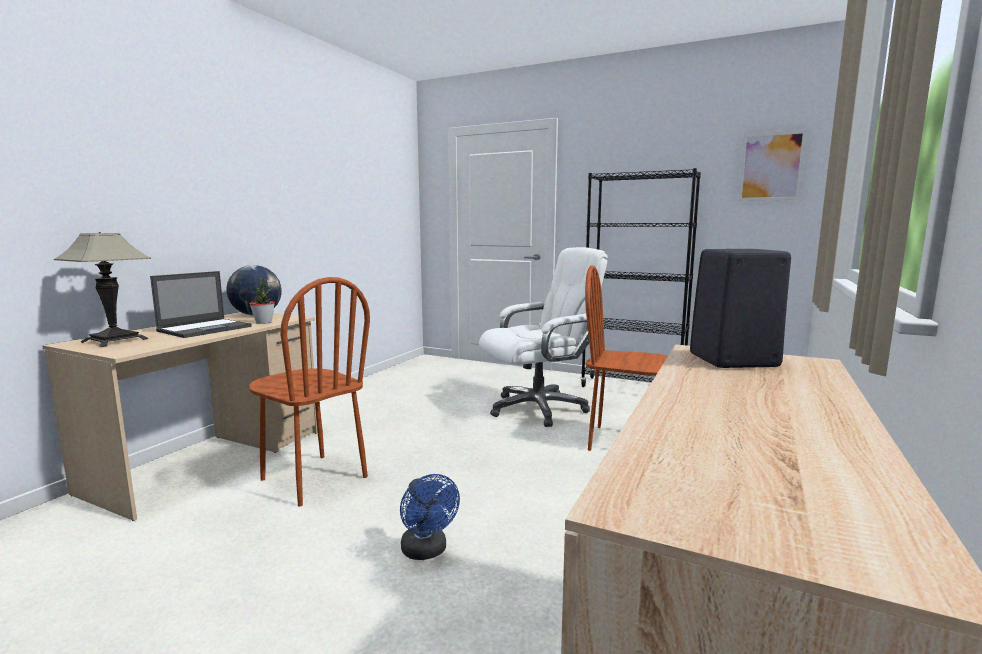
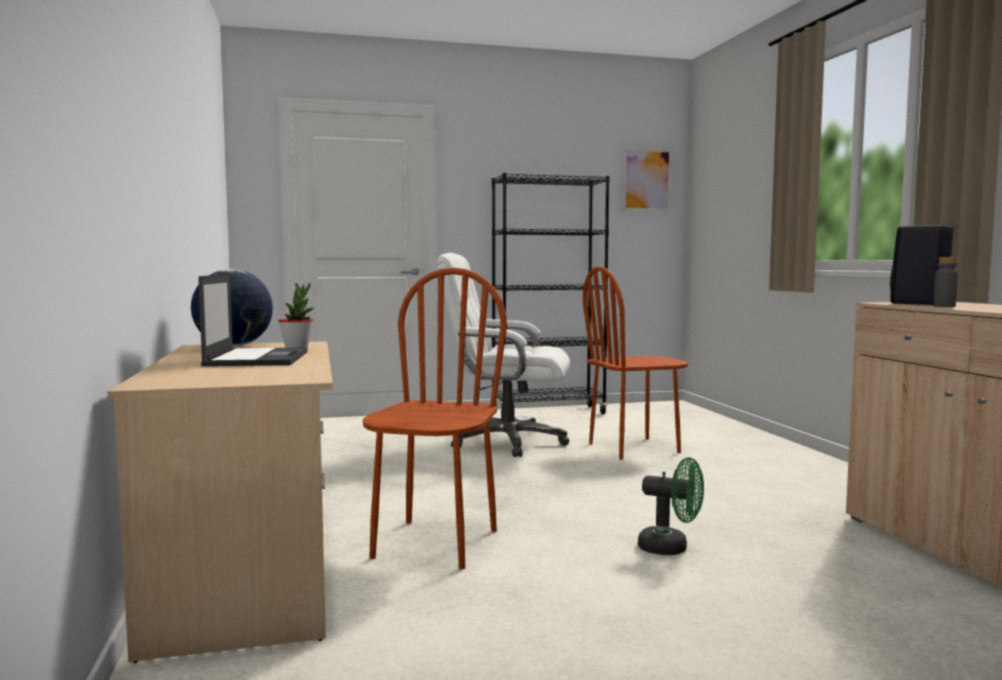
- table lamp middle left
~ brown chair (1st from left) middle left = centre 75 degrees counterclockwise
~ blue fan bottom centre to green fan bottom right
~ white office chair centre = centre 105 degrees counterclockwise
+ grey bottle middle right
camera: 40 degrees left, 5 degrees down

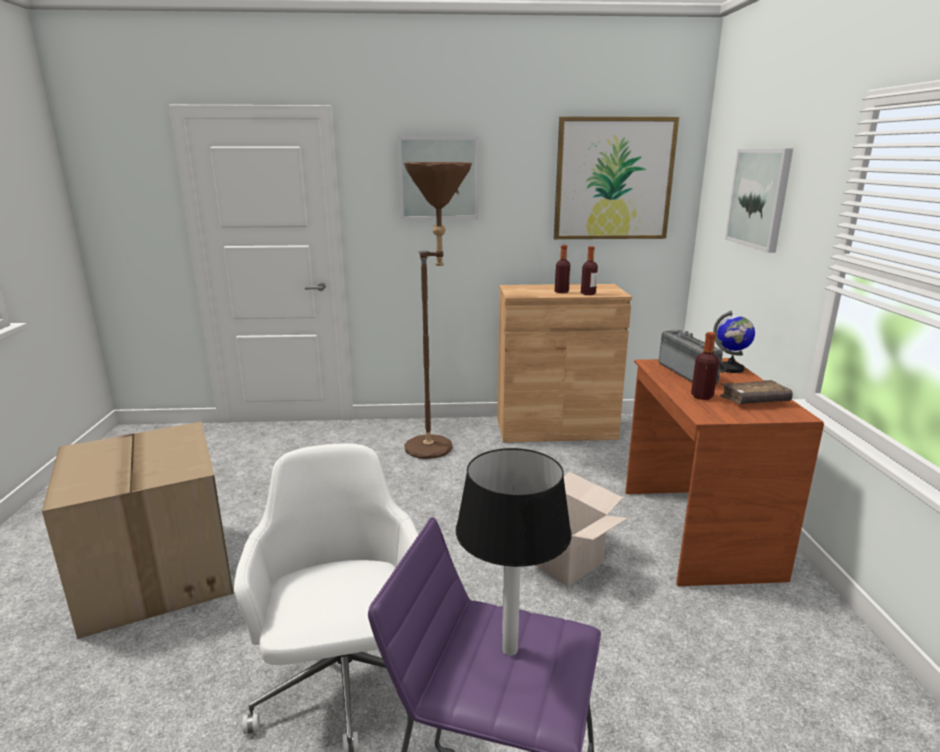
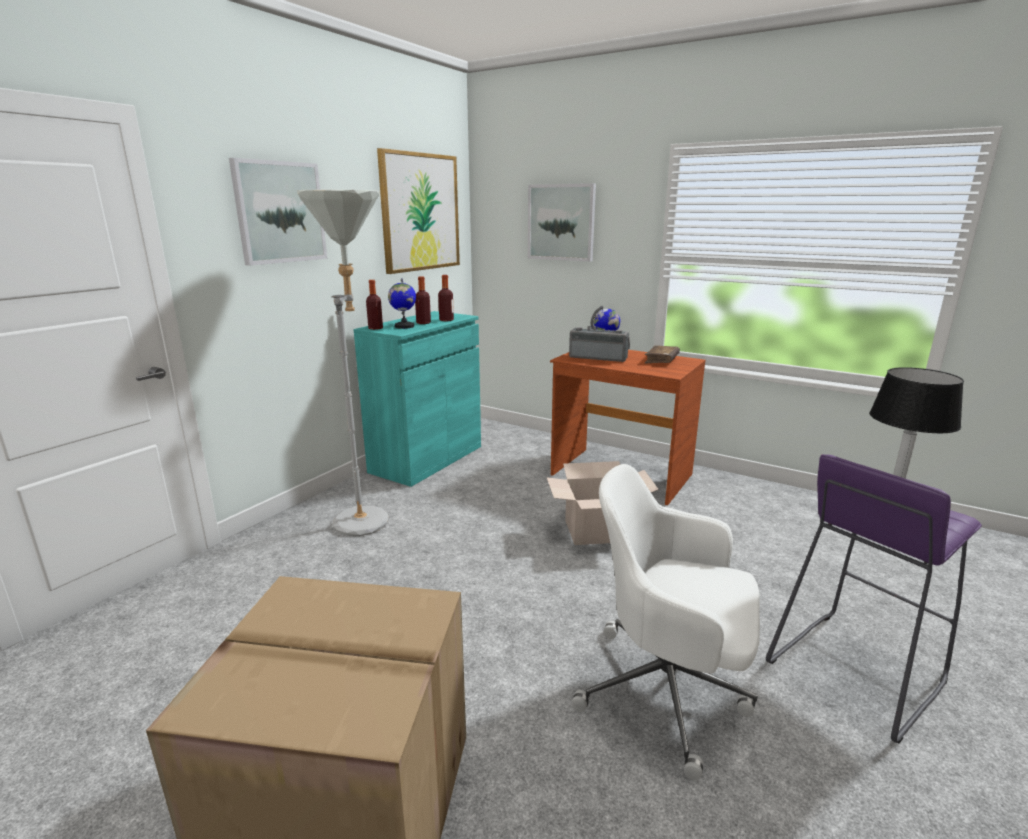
~ brown floor lamp centre to grey floor lamp centre
~ brown cabinet centre to turquoise cabinet centre
~ bottle (3rd from left in the first image) middle right to bottle (1st from left) centre
+ globe (1st from left) centre
camera: 55 degrees left, 0 degrees up

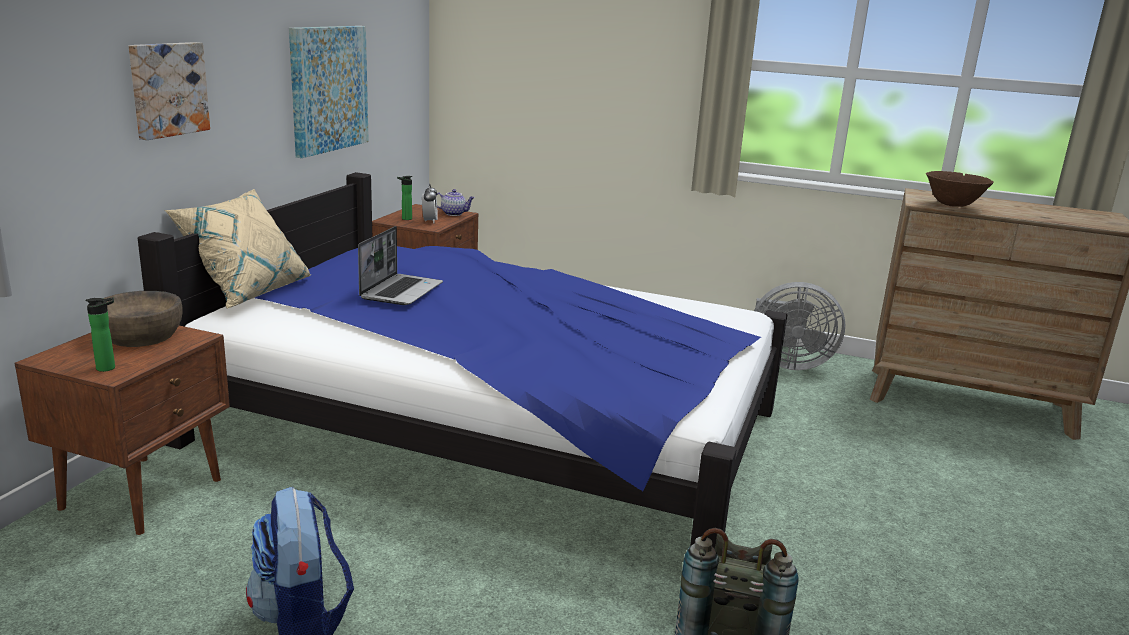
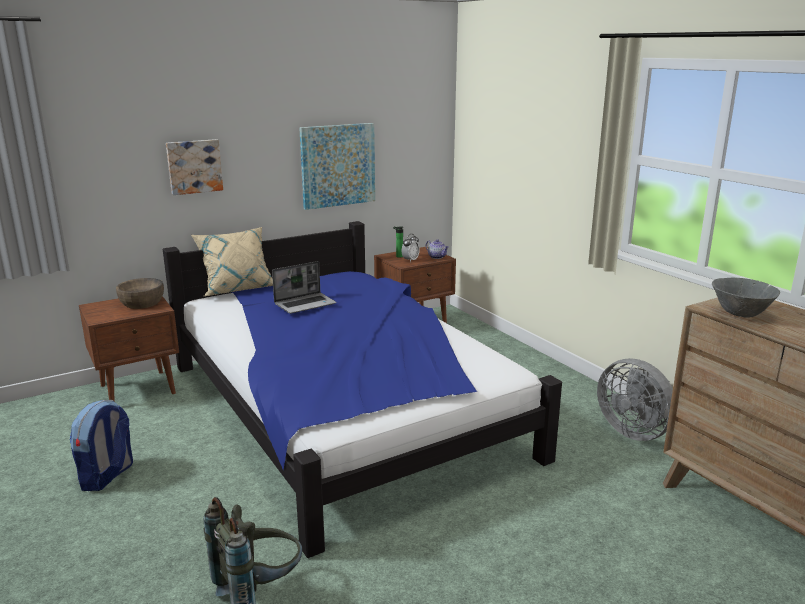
- bottle (1st from left) middle left
~ brown bowl (2nd from left) top right to grey bowl middle right
camera: 40 degrees right, 0 degrees up

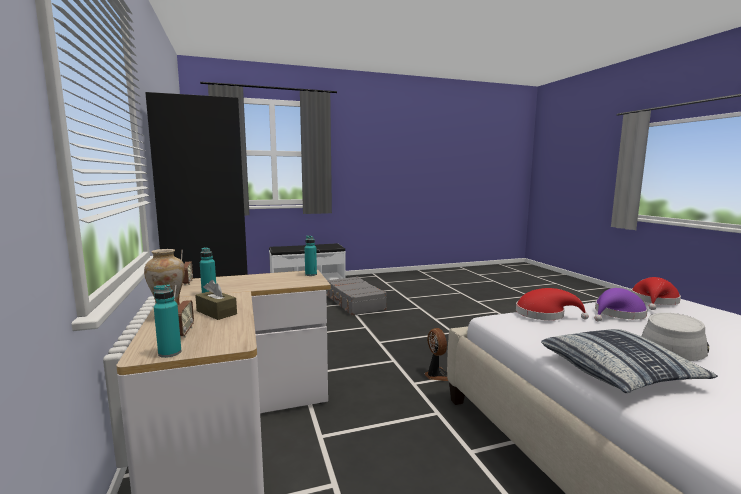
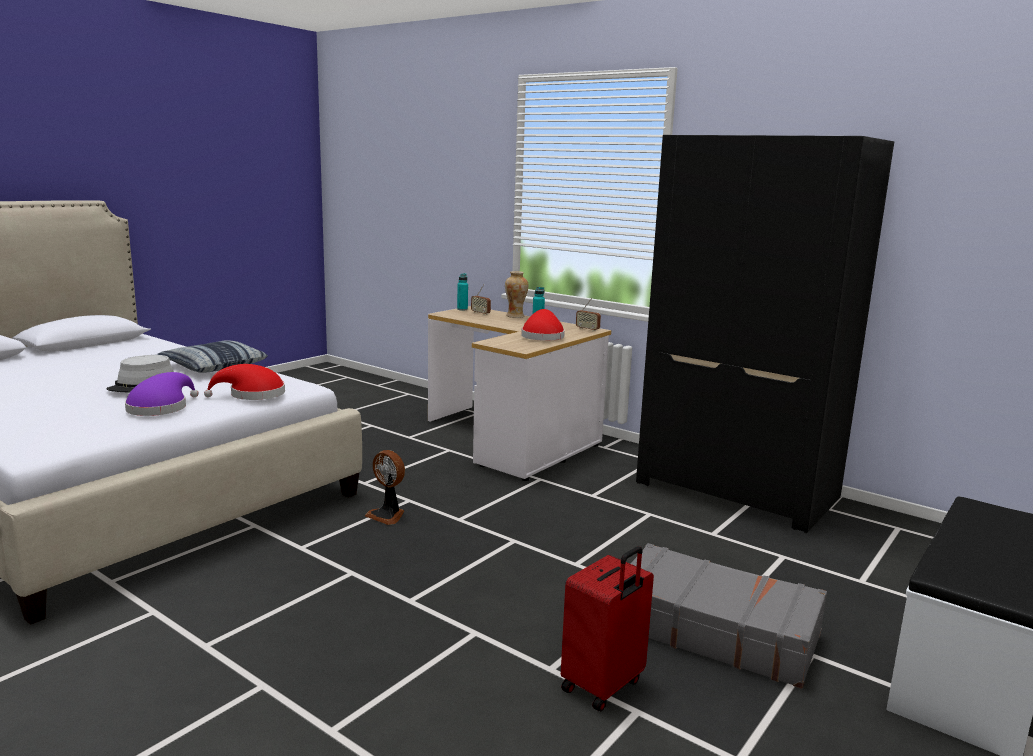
- brown tissue box middle left
- turquoise bottle (3rd from left) centre
~ red hat (2nd from left) middle right to centre
+ red suitcase bottom centre
camera: 145 degrees right, 5 degrees up

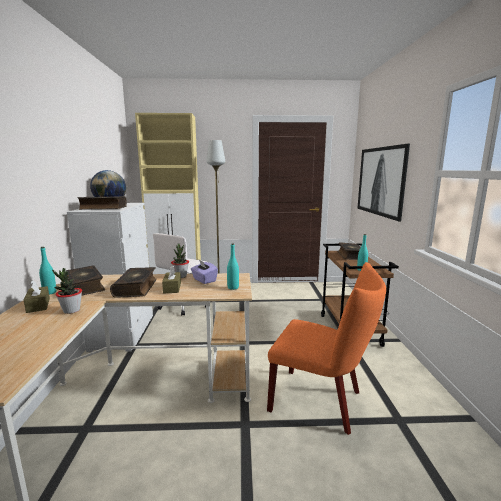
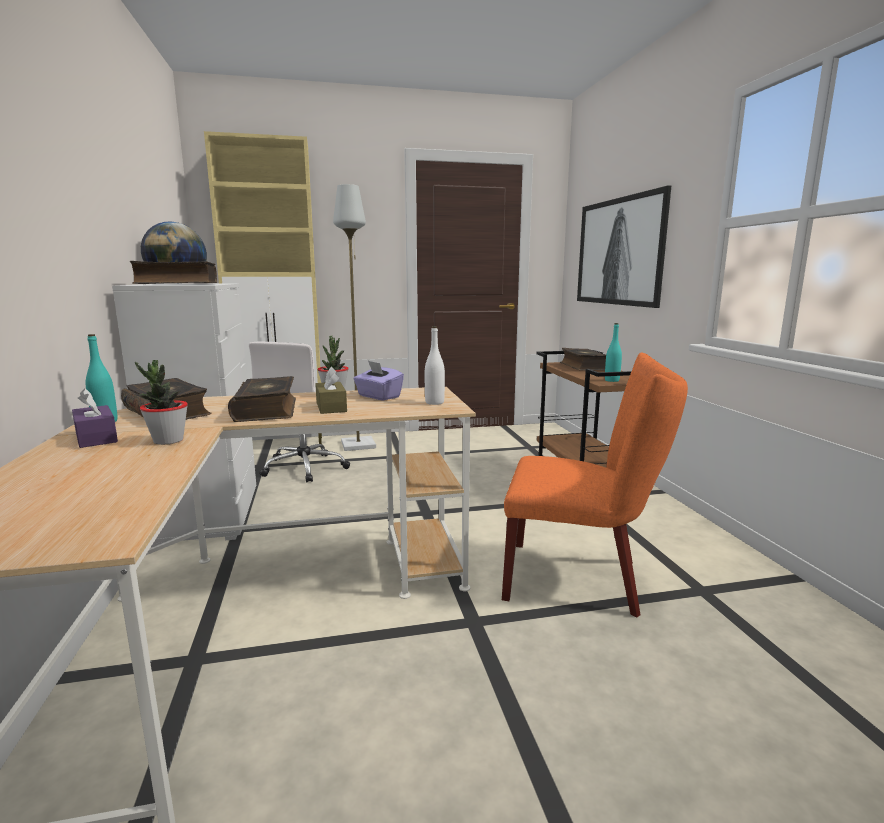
~ brown tissue box (1st from left) middle left to purple tissue box (1st from left) middle left
~ turquoise bottle (2nd from left) centre to white bottle centre
camera: 10 degrees left, 0 degrees up

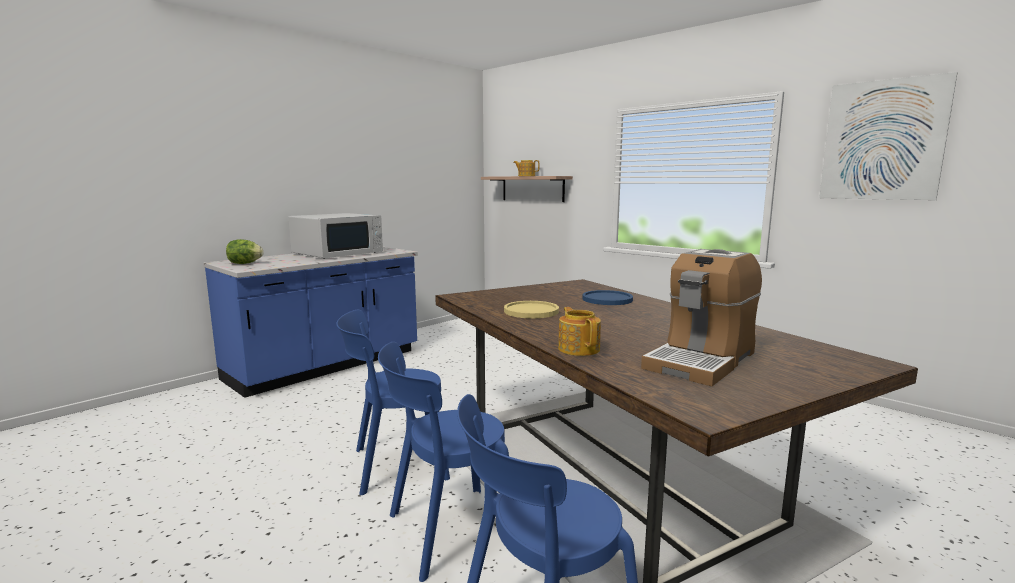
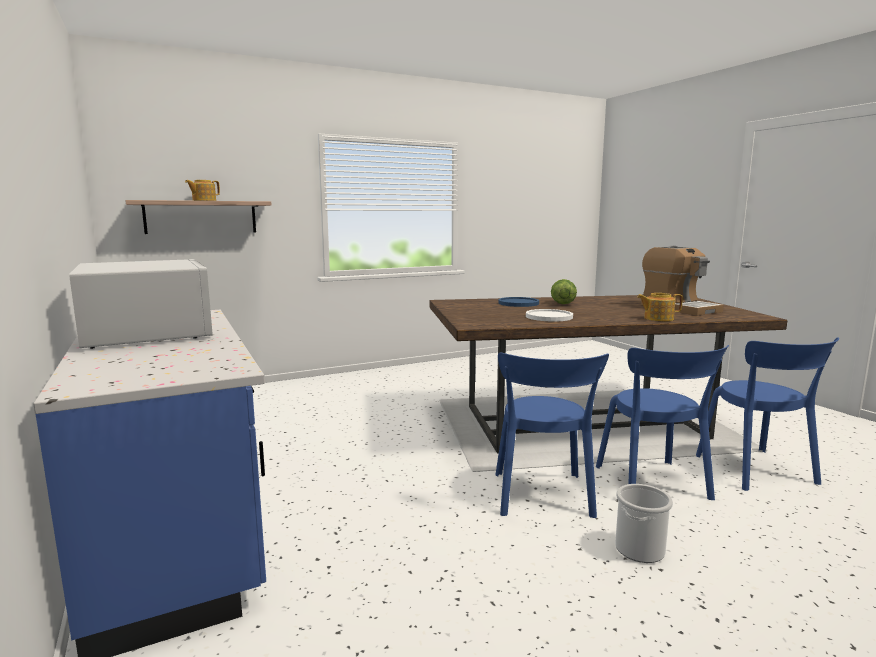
~ lettuce middle left to centre
~ yellow plate centre to white plate centre
- picture top right
+ bucket bottom right
camera: 70 degrees left, 0 degrees up

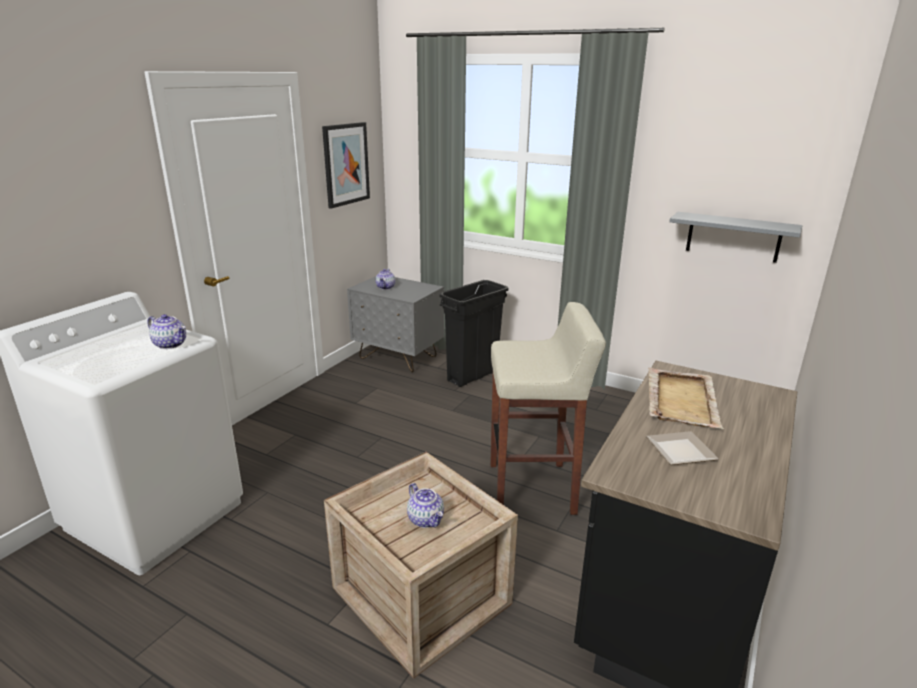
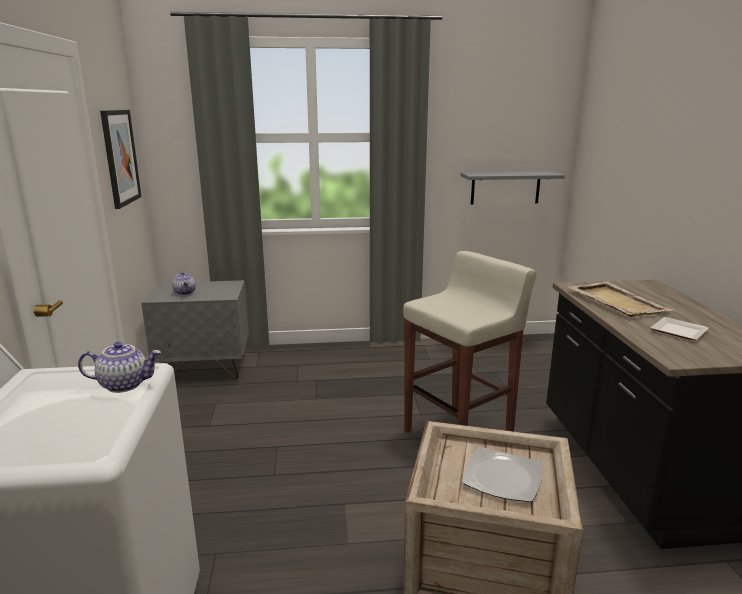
~ teapot (3rd from left) bottom centre to plate (1st from left) bottom right
- black trash can centre
camera: 35 degrees left, 5 degrees down

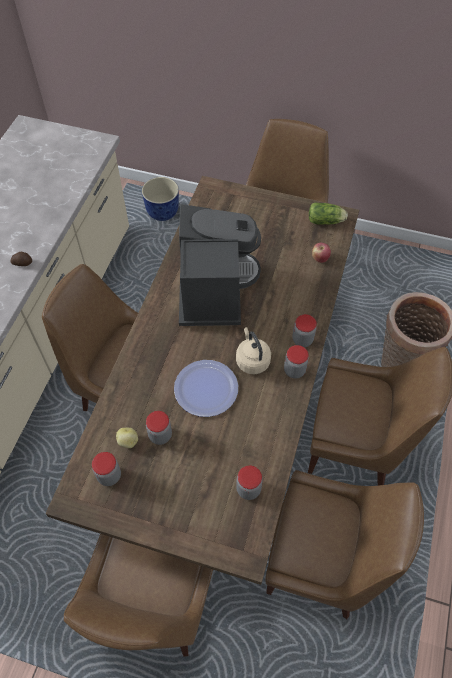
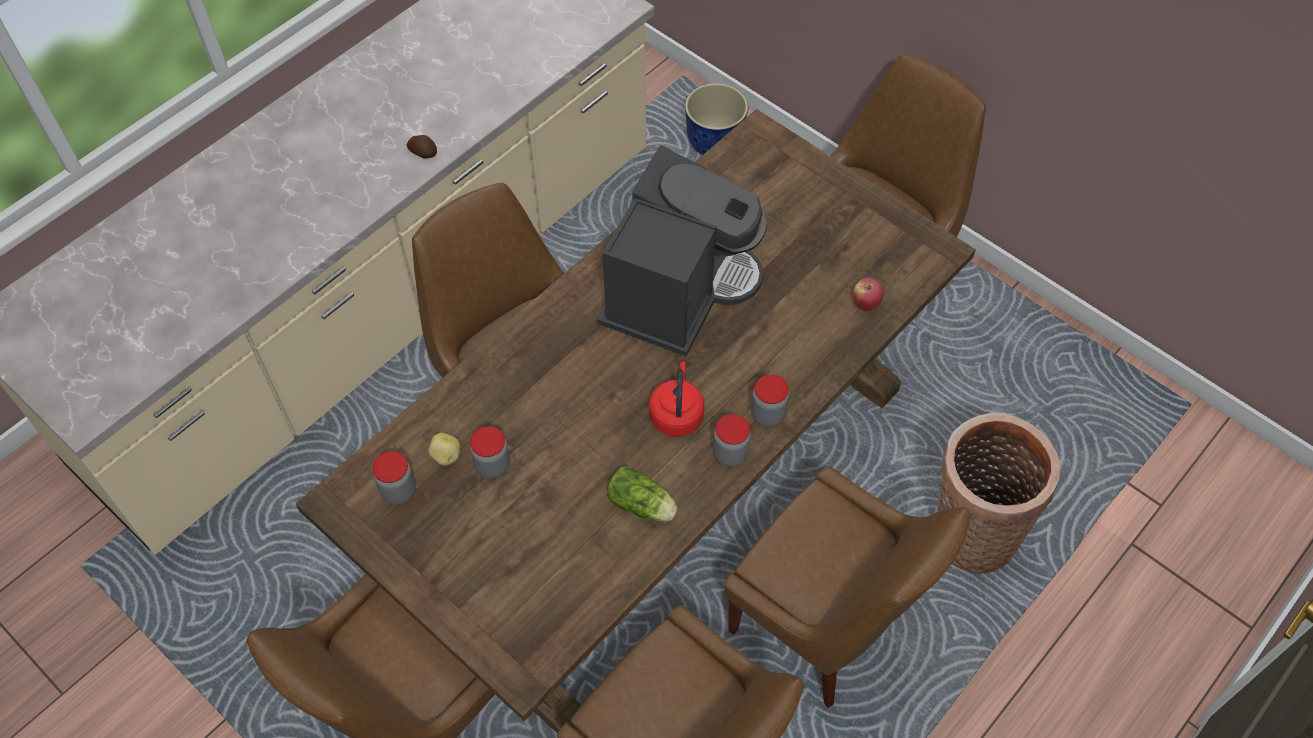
- plate centre
~ beige kettle centre to red kettle centre
- jar (3rd from left) bottom centre
~ lettuce top right to bottom centre
camera: 25 degrees right, 0 degrees up

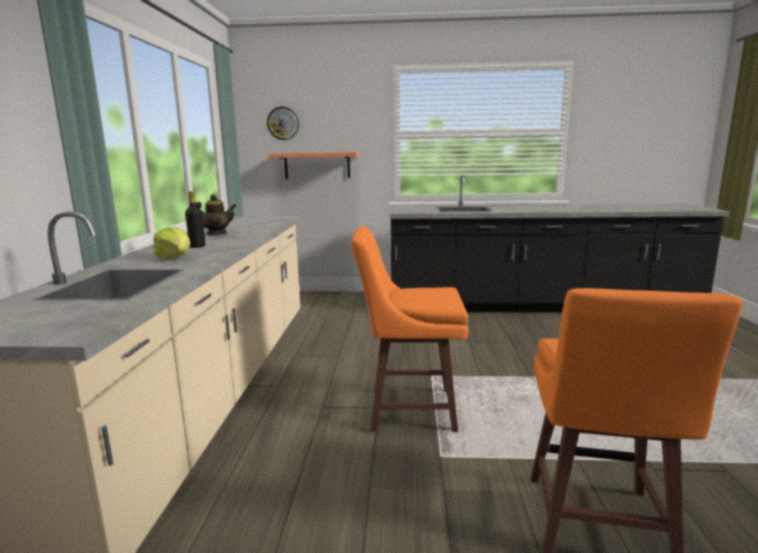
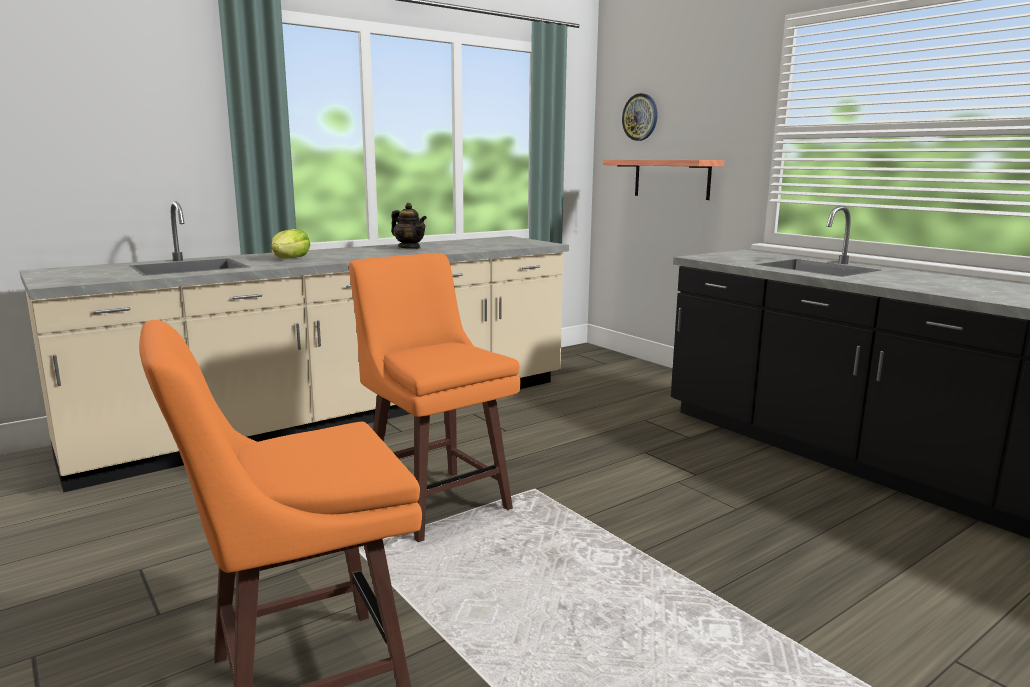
- black bottle middle left
camera: 50 degrees right, 0 degrees up

